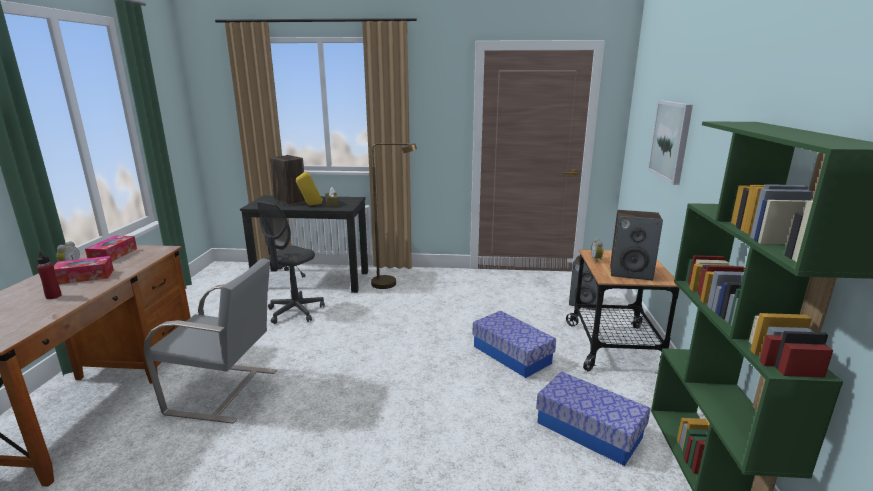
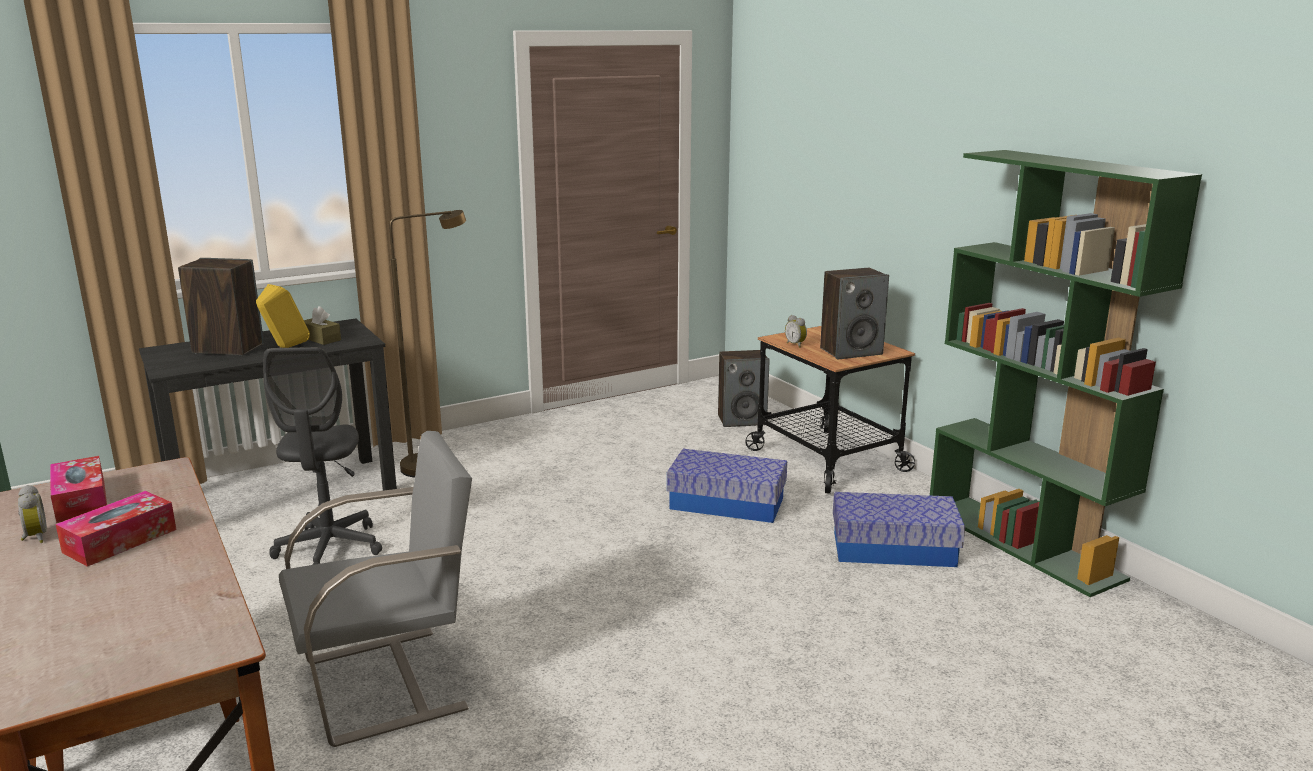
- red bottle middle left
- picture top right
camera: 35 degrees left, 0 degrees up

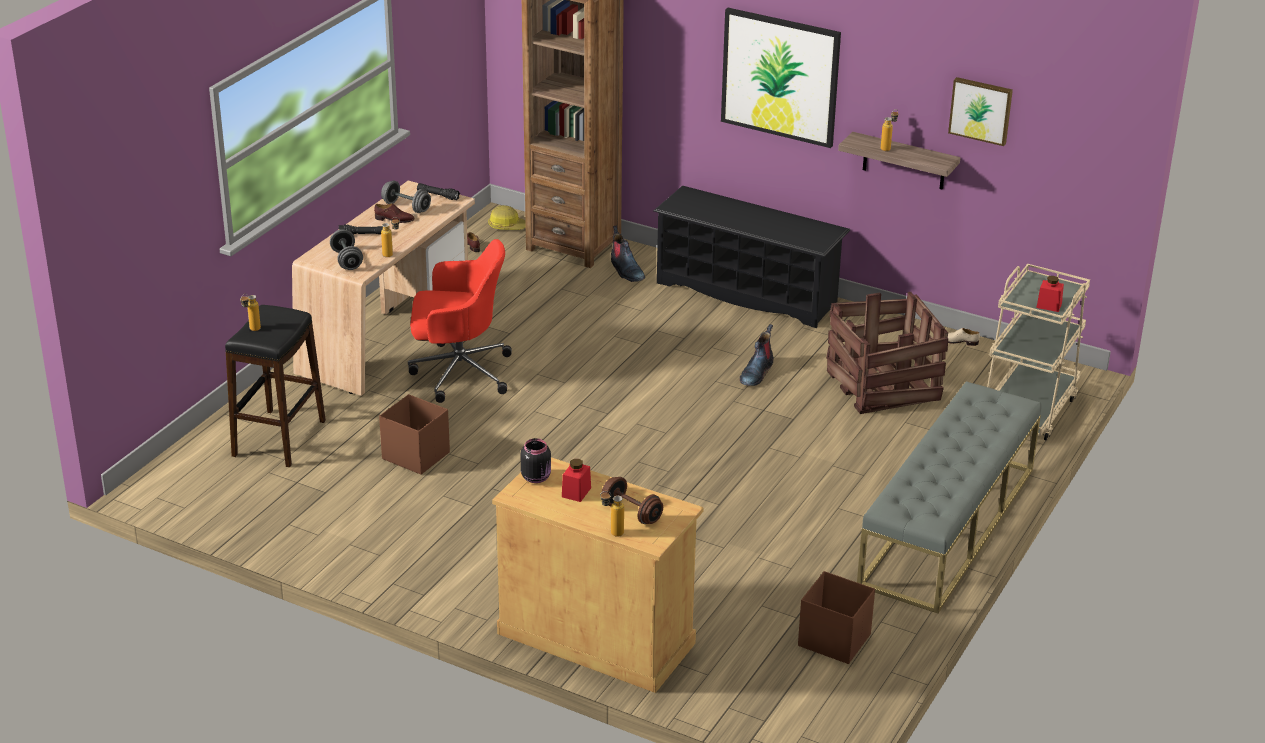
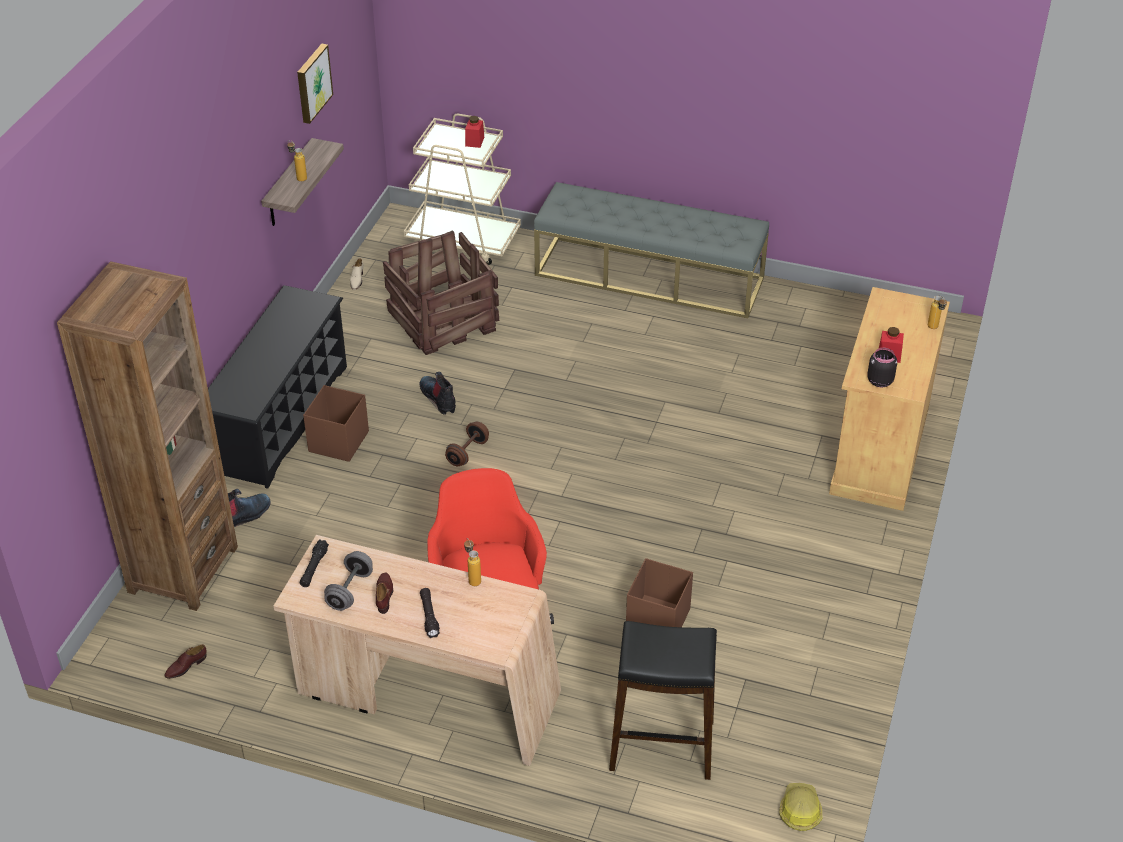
- bottle (1st from left) middle left
- grey dumbbell (1st from left) middle left
~ hard hat top centre to bottom right
~ brown dumbbell bottom centre to centre
- picture (1st from left) top centre
~ boot (2nd from left) centre = centre 135 degrees counterclockwise
~ brown storage box (2nd from left in the first image) bottom centre to brown storage box (1st from left) middle left
camera: 100 degrees left, 10 degrees up

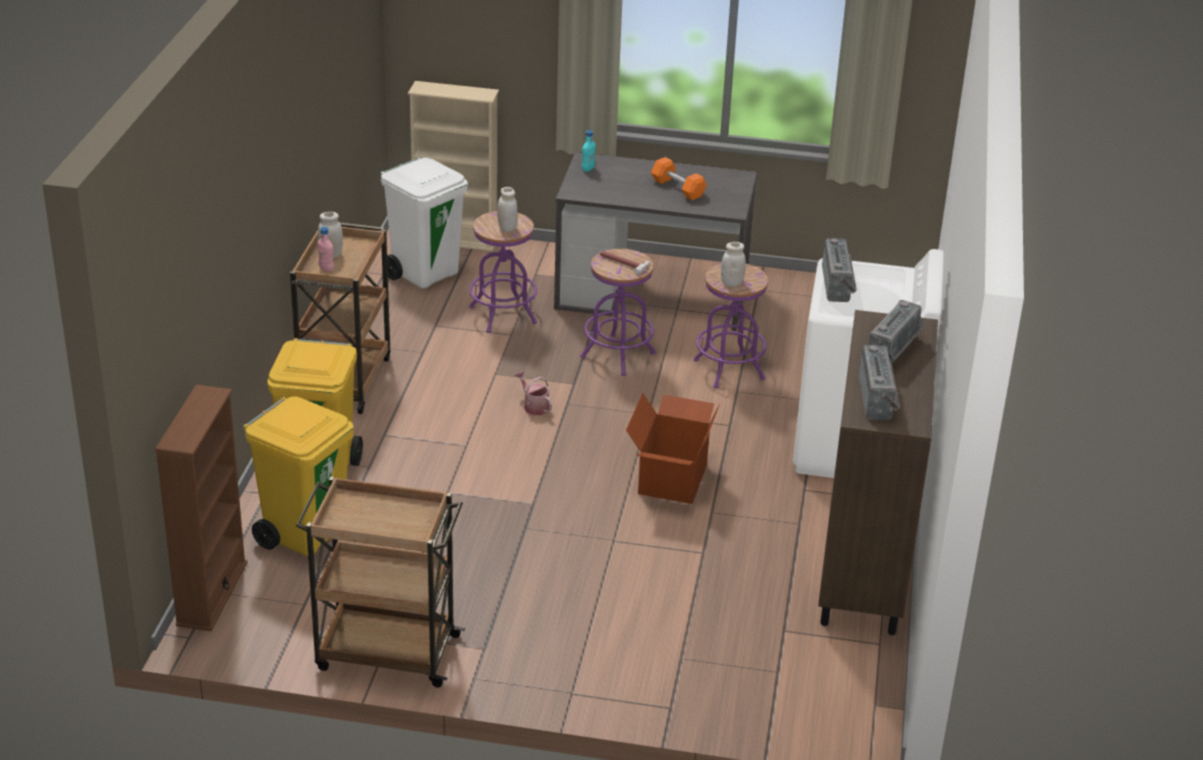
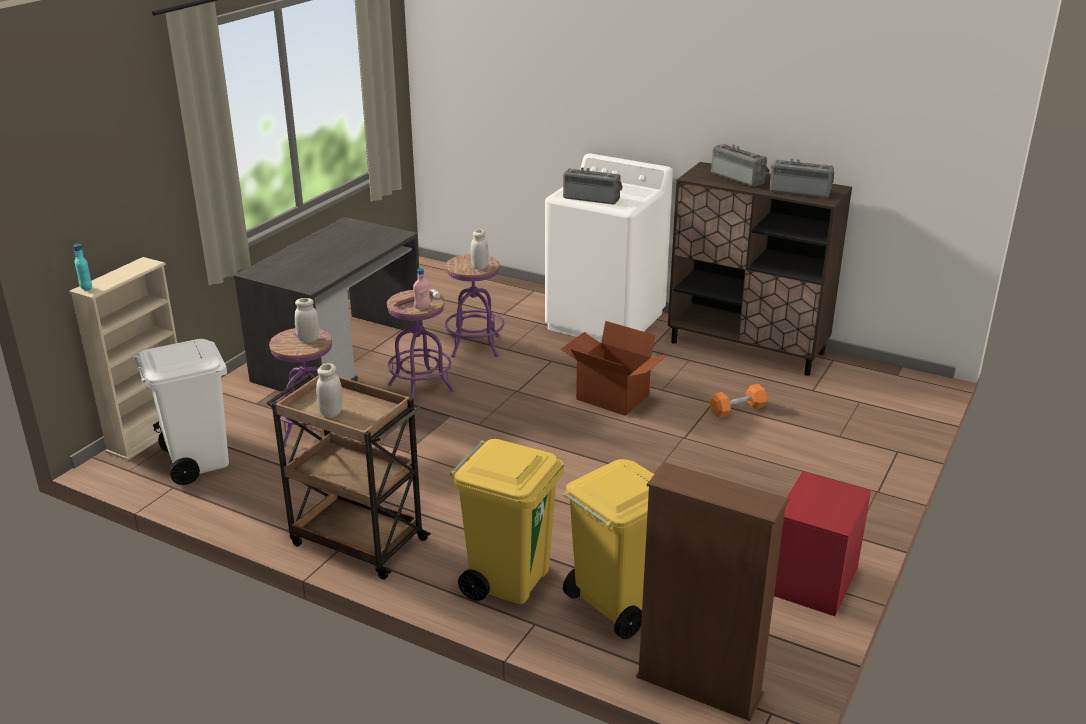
~ brown cart (2nd from left) bottom left to red nightstand bottom right
~ pink bottle top left to centre
- watering can centre
~ turquoise bottle top centre to middle left
~ orange dumbbell top centre to middle right
camera: 70 degrees left, 5 degrees down

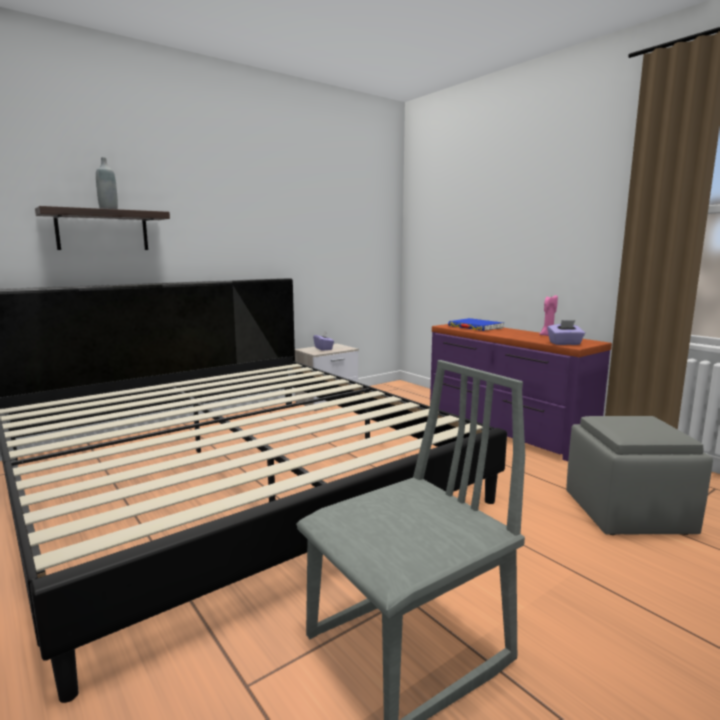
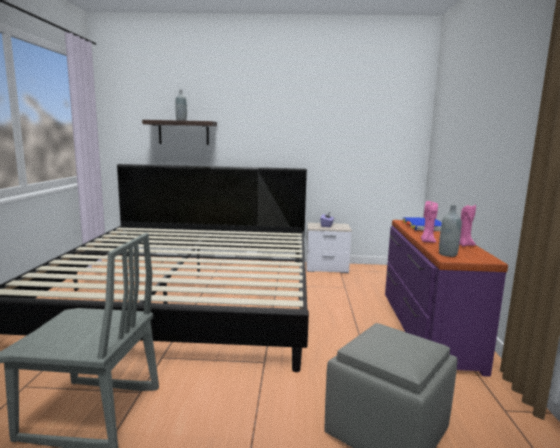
~ purple tissue box (2nd from left) middle right to grey bottle (2nd from left) middle right
+ pink candle (1st from left) middle right
camera: 40 degrees right, 0 degrees up

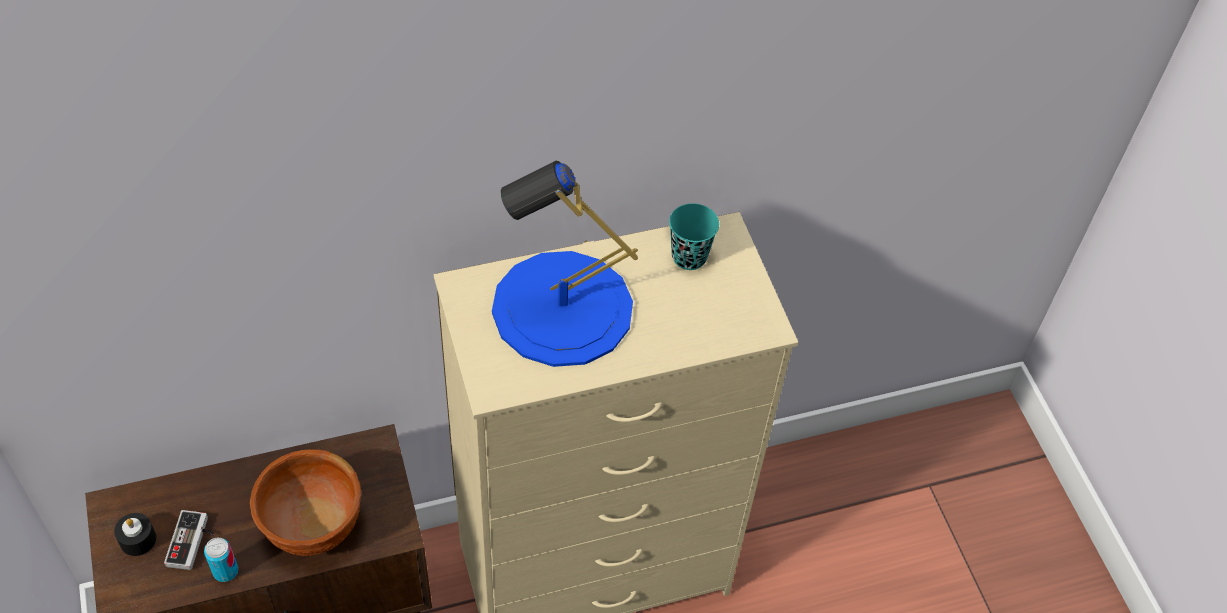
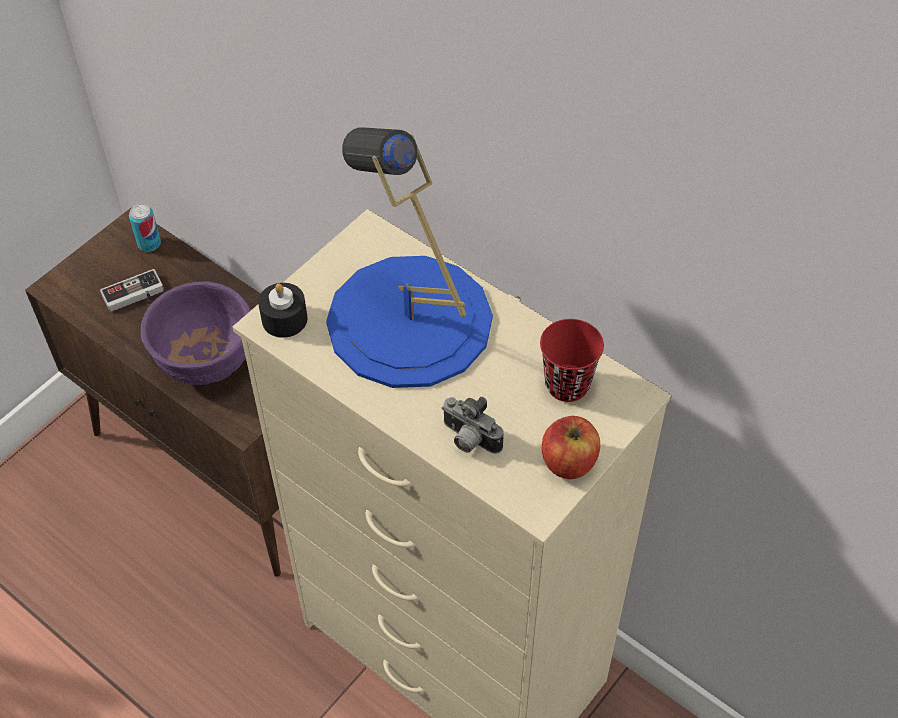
~ black candle bottom left to middle left
~ can bottom left to top left
~ brown bowl bottom left to purple bowl middle left
~ turquoise cup centre to red cup centre
+ photo camera centre
+ apple centre
camera: 60 degrees right, 0 degrees up

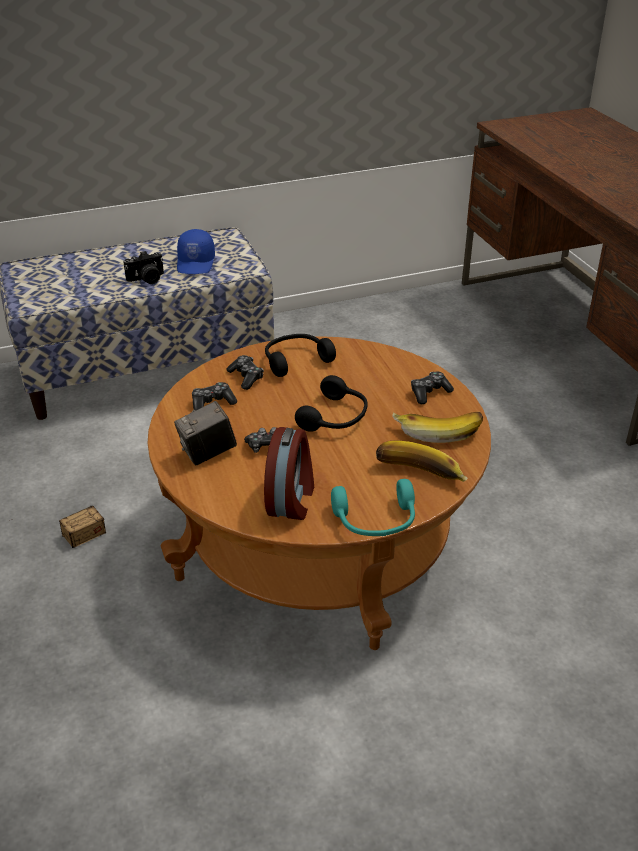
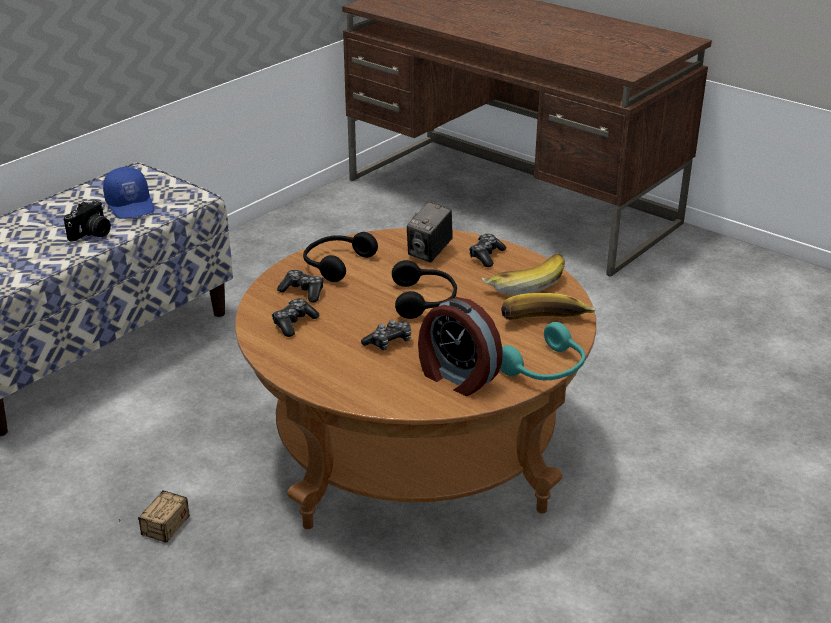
~ photo camera (2nd from left) middle left to centre
~ alarm clock centre = centre 150 degrees clockwise
camera: 30 degrees left, 5 degrees down

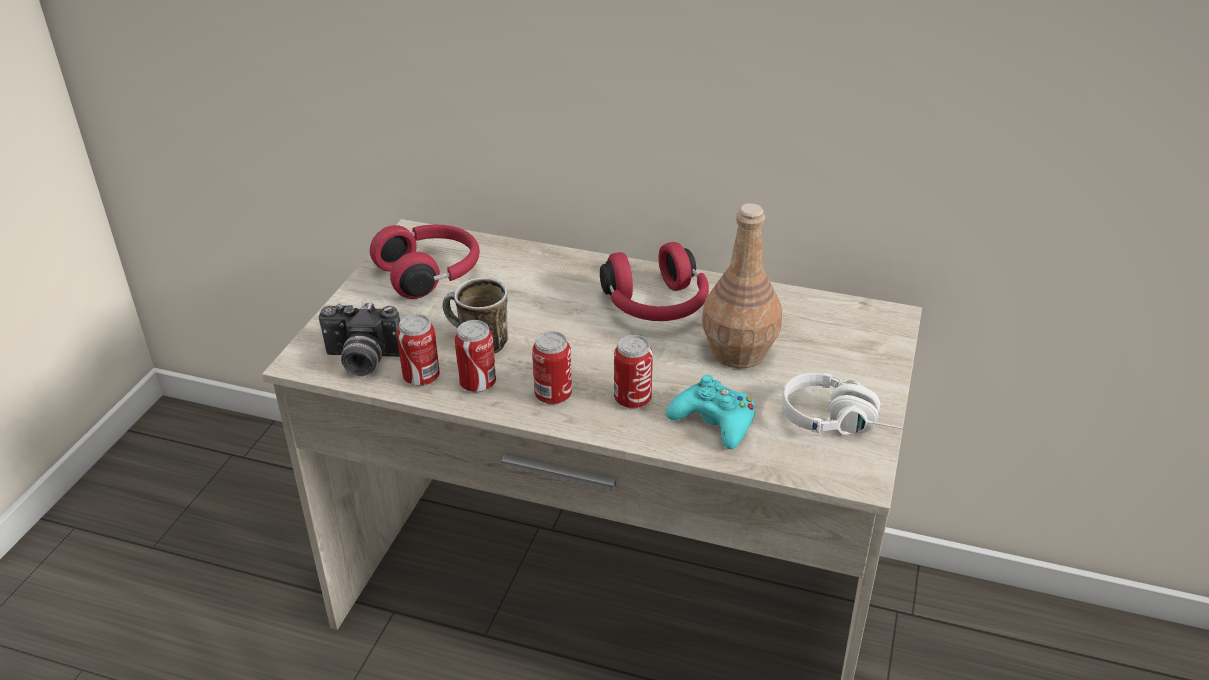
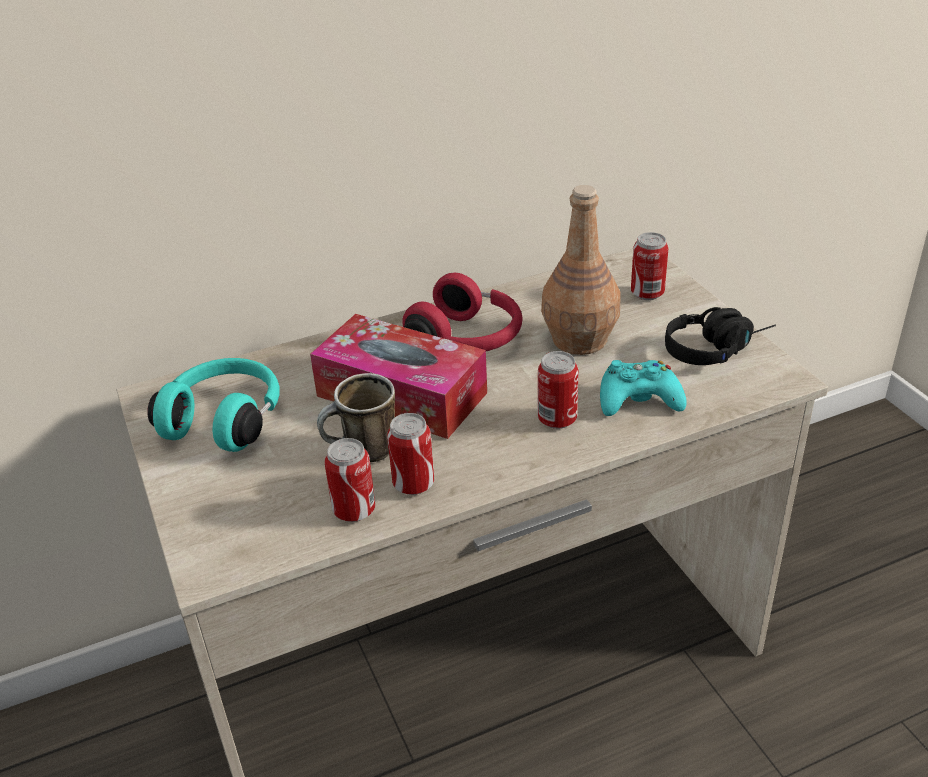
- photo camera middle left
~ red headphones (1st from left) centre to turquoise headphones middle left
~ can (3rd from left in the first image) centre to can (4th from left) middle right
~ white headphones middle right to black headphones middle right
+ tissue box centre
camera: 40 degrees left, 0 degrees up

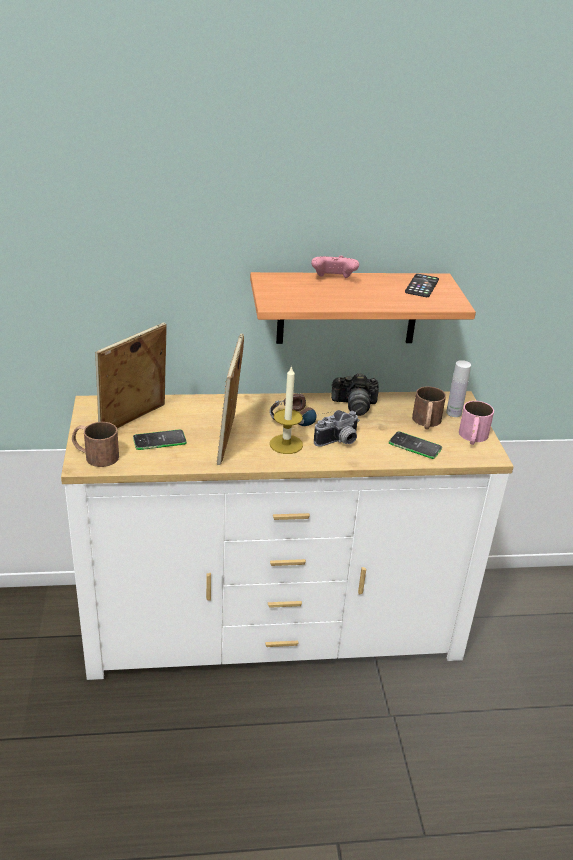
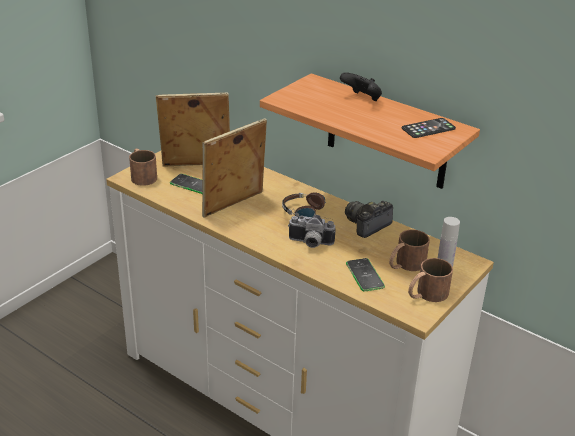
- candle centre
~ pink game controller top centre to black game controller top centre
~ photo camera (2nd from left) centre = centre 90 degrees clockwise
~ pink mug middle right to brown mug (3rd from left) middle right
camera: 45 degrees right, 0 degrees up

